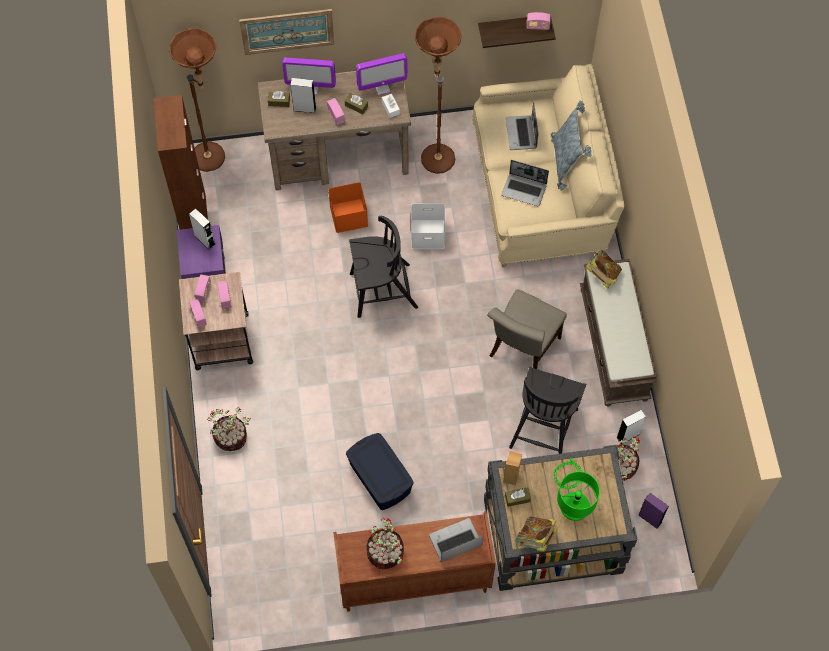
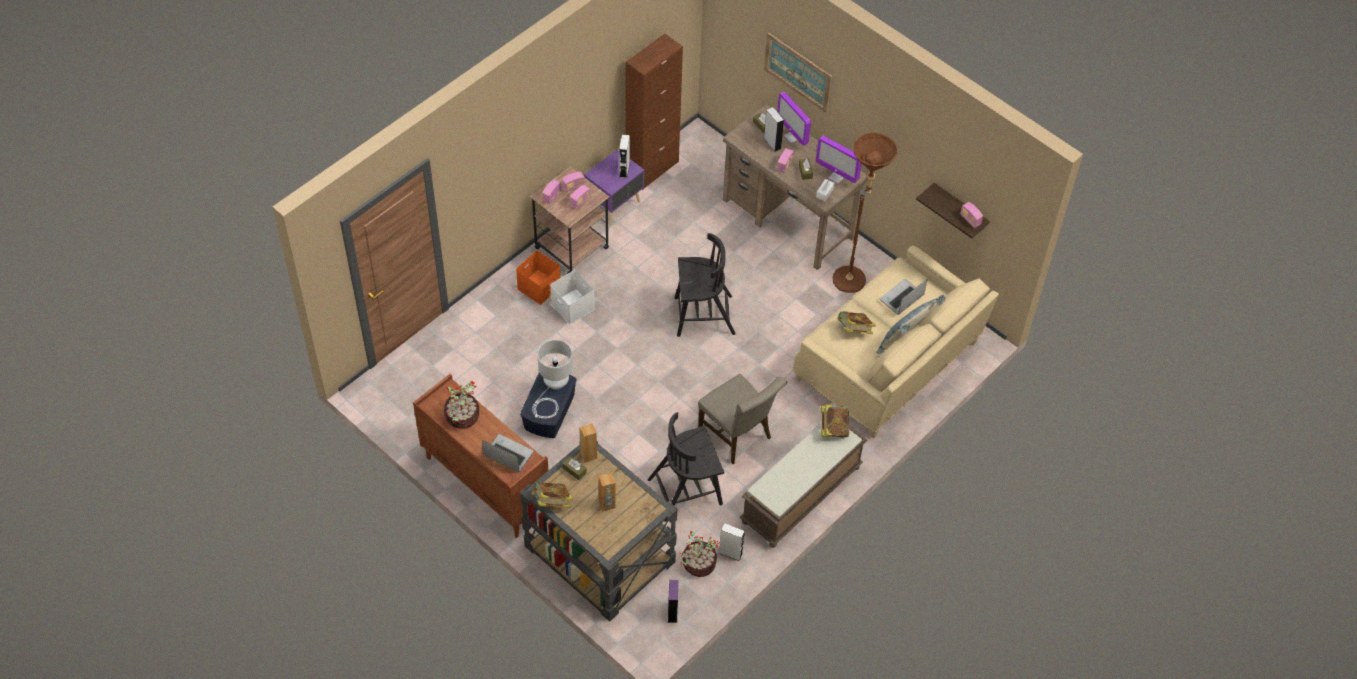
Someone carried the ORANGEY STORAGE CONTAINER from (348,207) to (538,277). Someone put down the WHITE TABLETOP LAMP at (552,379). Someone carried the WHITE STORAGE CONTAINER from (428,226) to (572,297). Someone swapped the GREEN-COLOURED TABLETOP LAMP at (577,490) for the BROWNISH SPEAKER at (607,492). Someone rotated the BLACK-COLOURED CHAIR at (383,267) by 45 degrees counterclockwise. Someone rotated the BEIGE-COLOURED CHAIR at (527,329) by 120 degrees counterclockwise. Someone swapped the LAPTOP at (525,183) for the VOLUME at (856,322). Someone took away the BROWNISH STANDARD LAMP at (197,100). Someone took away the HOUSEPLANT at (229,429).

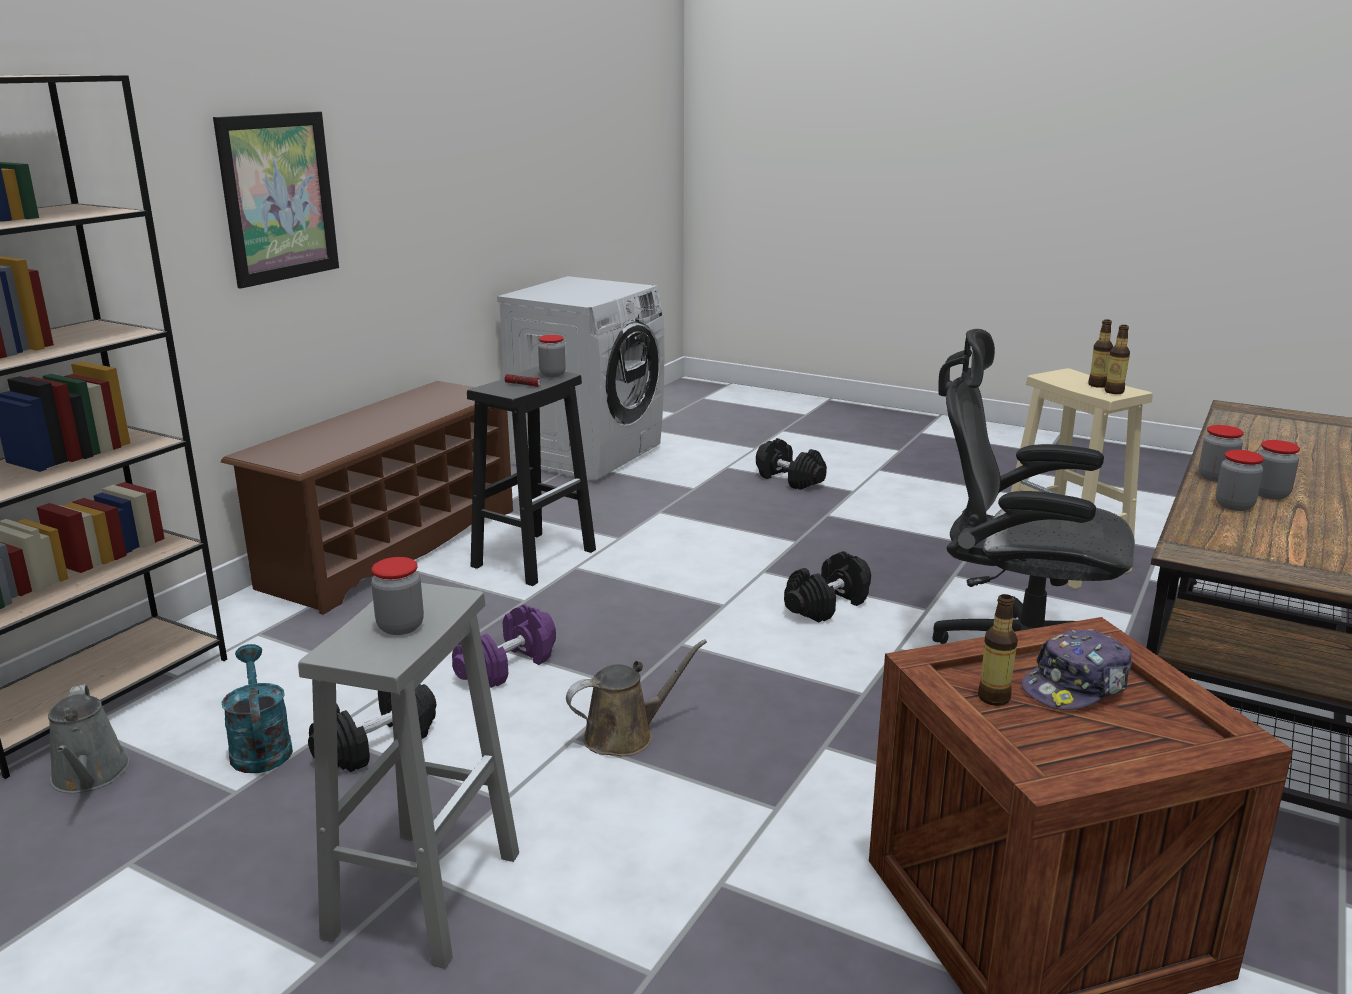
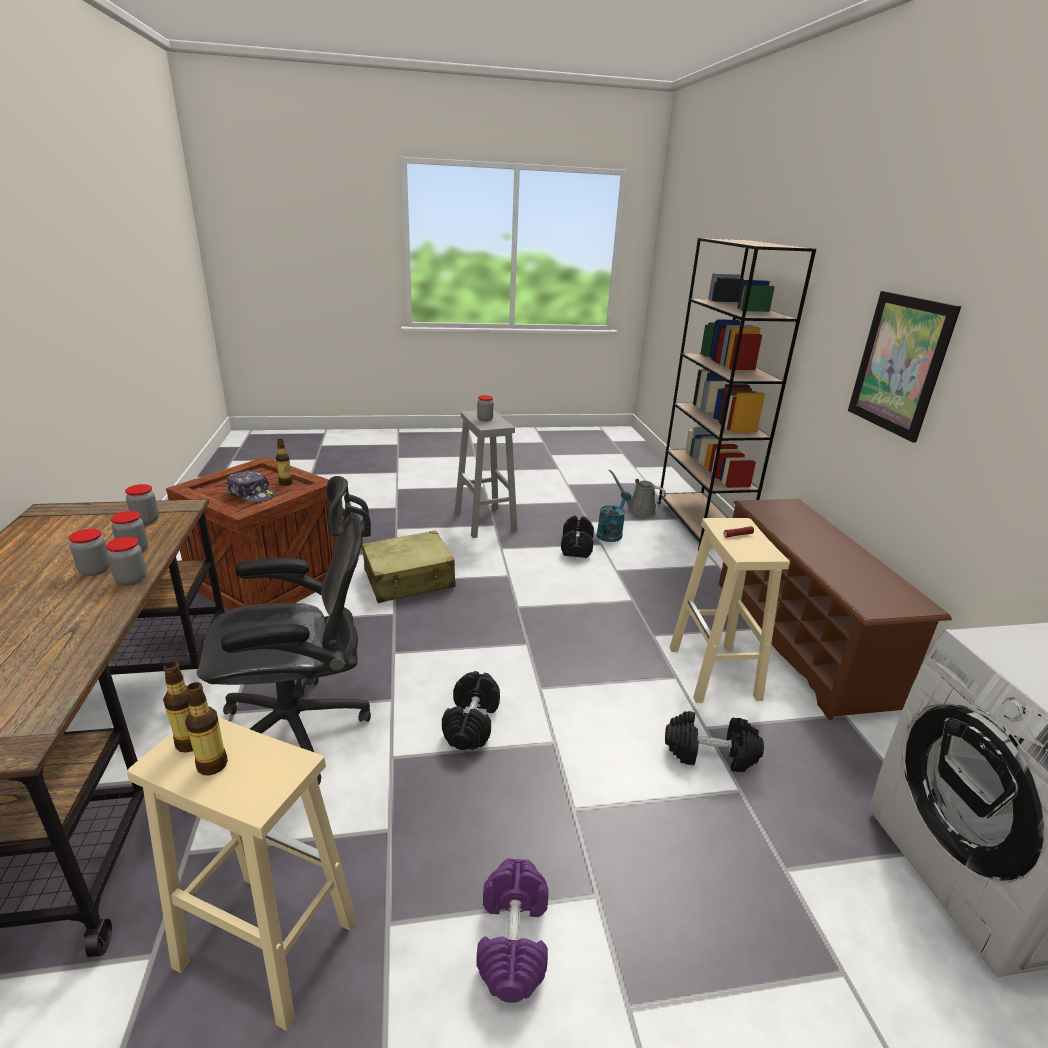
Someone carried the JAR from (552,356) to (142,504). Someone rotated the BASEBALL CAP at (1077,669) by 105 degrees clockwise. Someone put down the BEIGE-COLOURED PIECE OF LUGGAGE at (409,566). Someone carried the PURPLE FREE WEIGHT from (504,646) to (512,930). Someone rotated the TURQUOISE WATERING POT at (257,708) by 90 degrees counterclockwise. Someone carried the BLACK-COLOURED FREE WEIGHT from (791,464) to (714,741). Someone repainted the BLACK-COLOURED STOOL at (531,476), which became the BEIGE-COLOURED STOOL at (730,610). Someone took away the BROWNISH WATERING POT at (636,697).

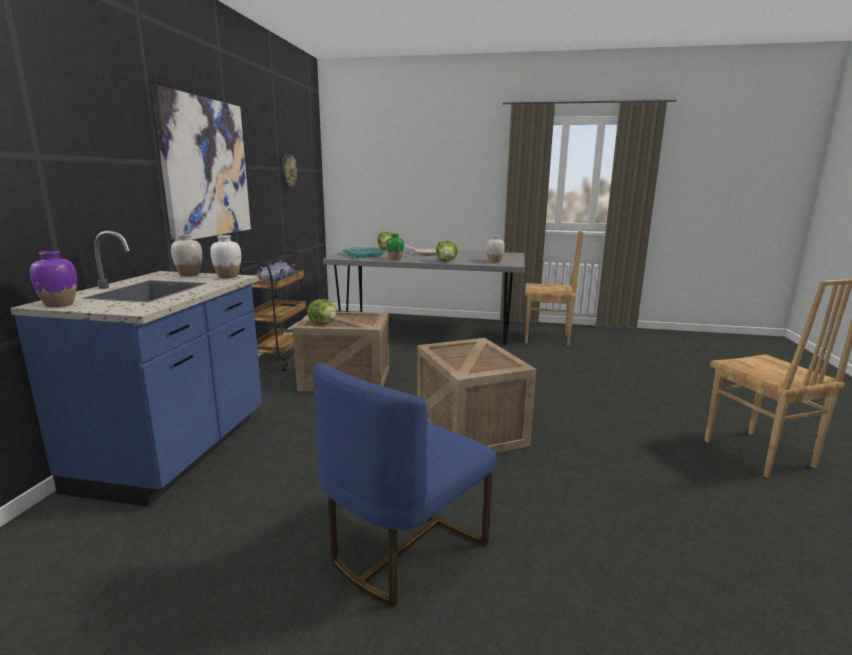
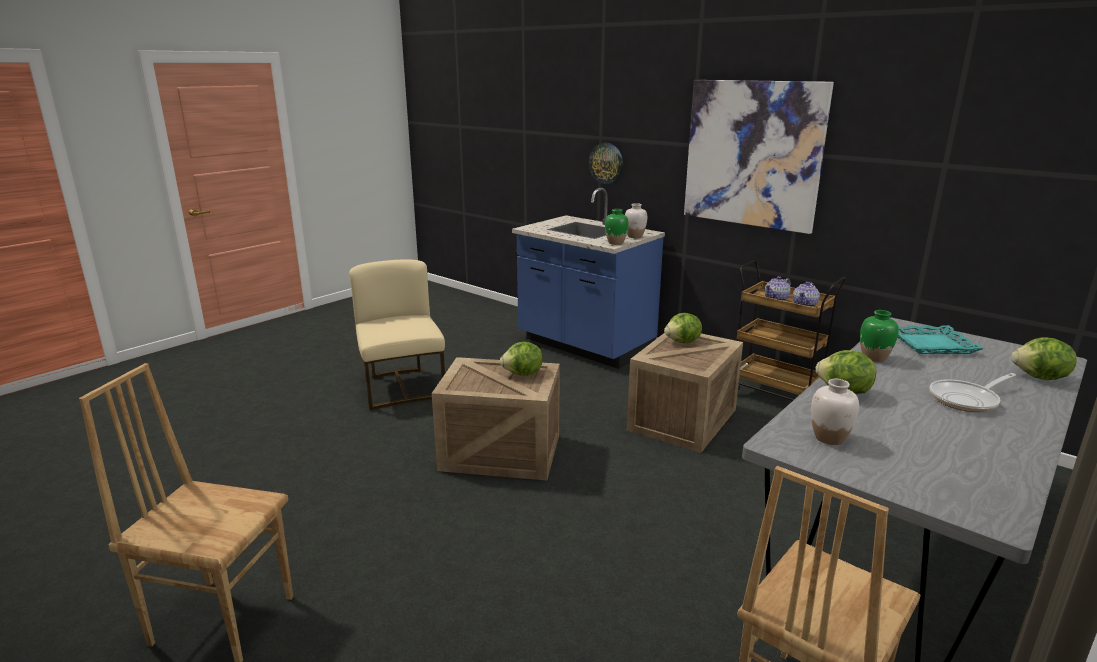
Someone repainted the BLUE-COLOURED CHAIR at (404,484), which became the BEIGE-COLOURED CHAIR at (397,335). Someone put down the HEAD OF LETTUCE at (521,359). Someone carried the CLOCK ON THE WALL from (289,171) to (606,163). Someone repainted the WHITE FLOWER VASE at (225,256), which became the GREEN-COLOURED FLOWER VASE at (617,227). Someone took away the PURPLE FLOWER VASE at (53,279).

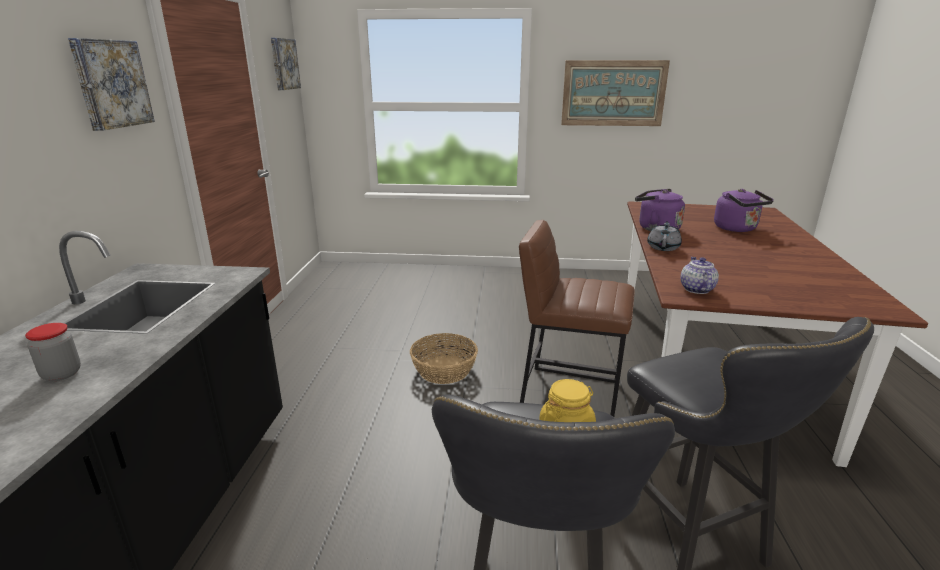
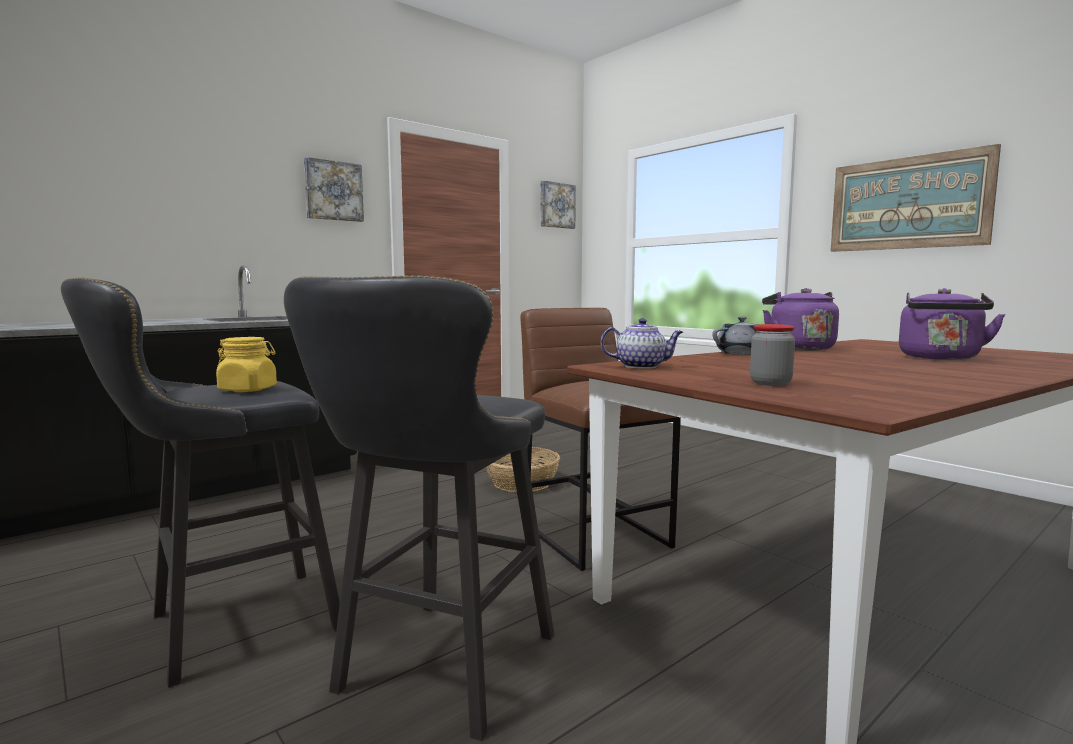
Someone rotated the TEAPOT at (699,275) by 45 degrees clockwise. Someone carried the JAR from (53,352) to (772,355).

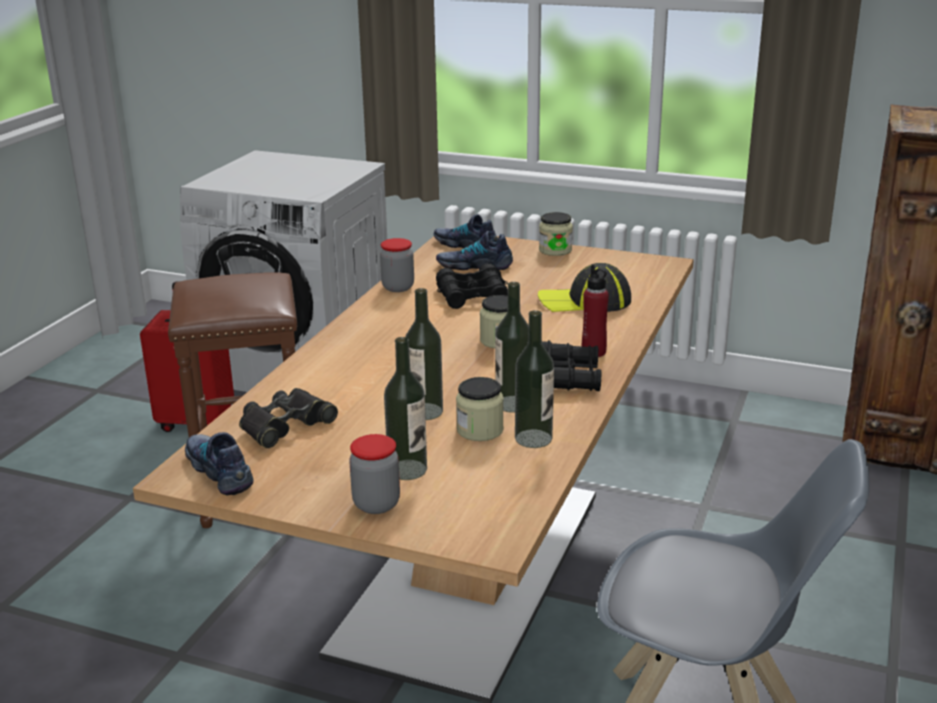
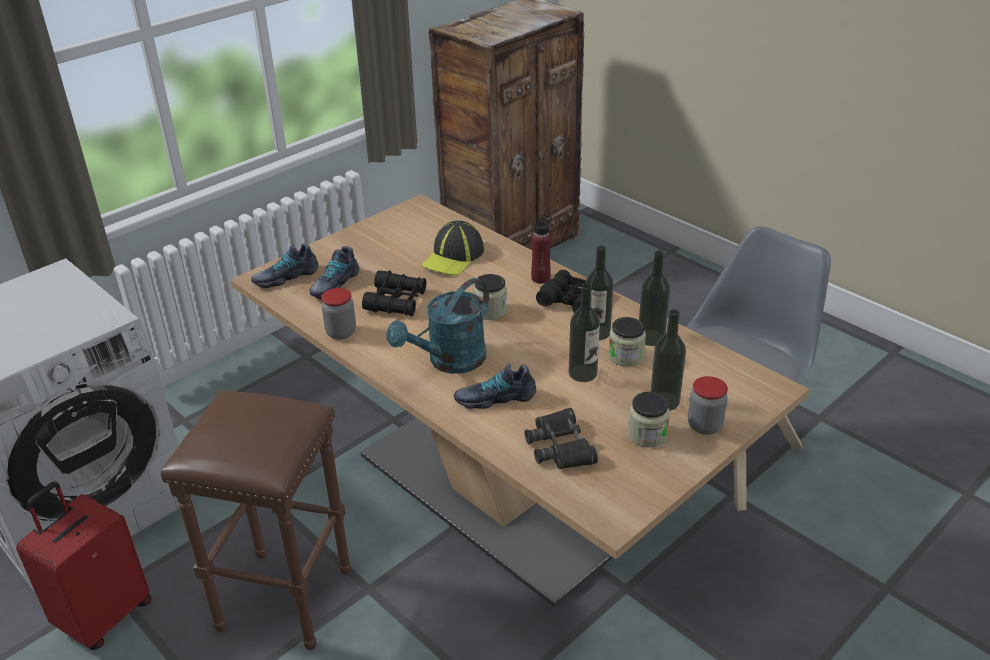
Someone put down the TURQUOISE WATERING POT at (438,326). Someone carried the ITEM OF FOOTWEAR from (219,464) to (495,386). Someone carried the JAR from (556,234) to (649,419).

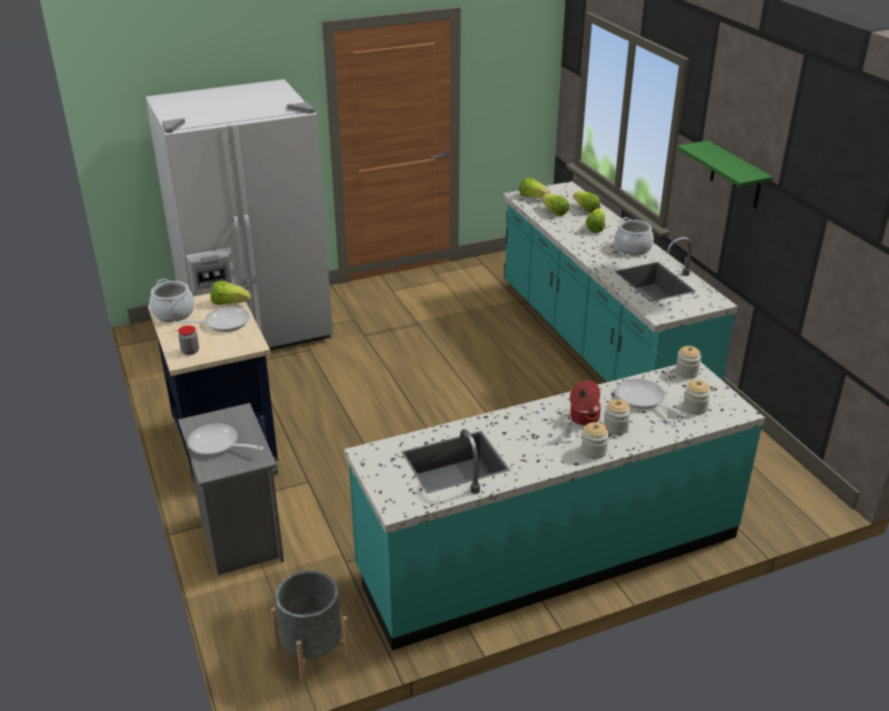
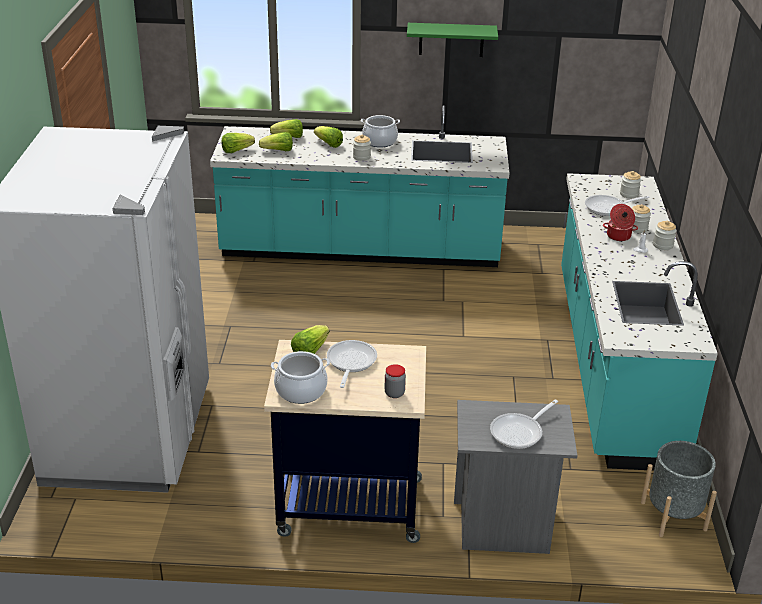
Someone carried the JAR from (688,362) to (362,148).

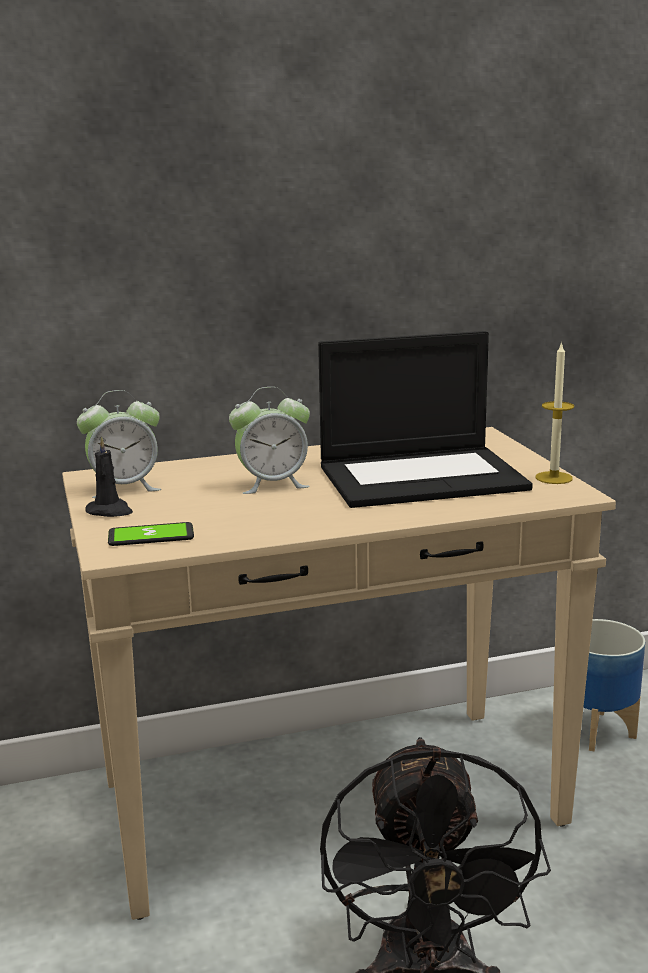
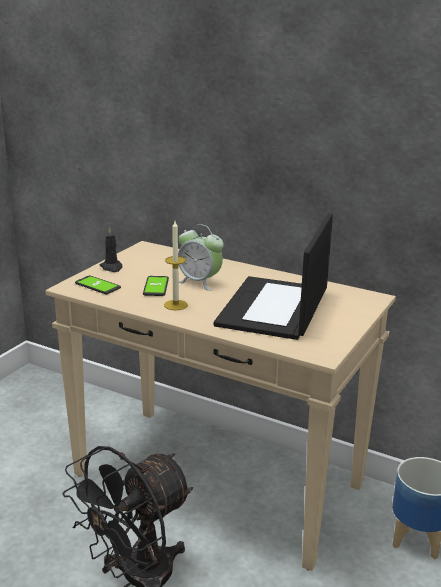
Someone put down the HANDSET at (156,286). Someone carried the CANDLE from (554,412) to (176,265). Someone rotated the LAPTOP at (425,419) by 75 degrees clockwise. Someone took away the ALARM CLOCK at (119,444).

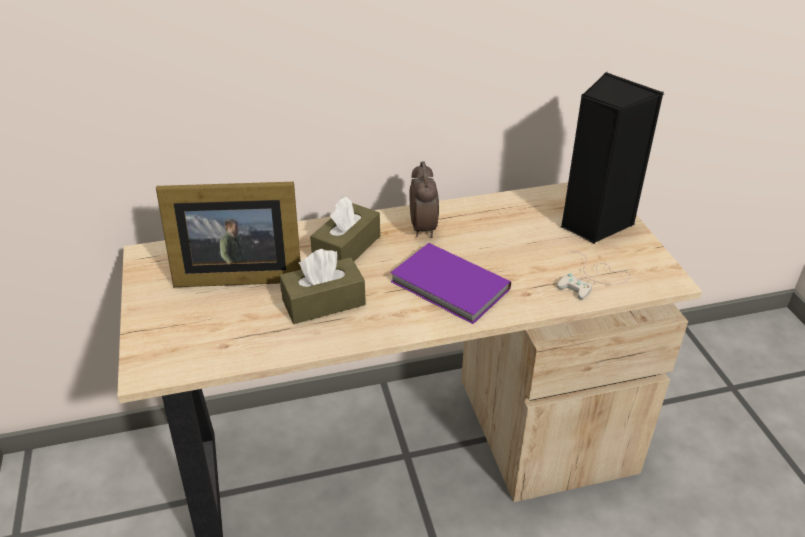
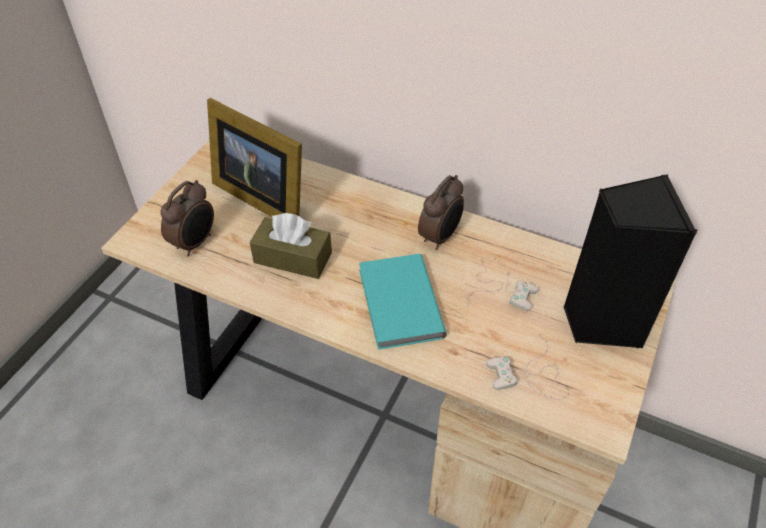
Someone put down the ALARM CLOCK at (187,218). Someone repainted the PURPLE VOLUME at (450,283), which became the TURQUOISE VOLUME at (403,302). Someone put down the WHITE GAMEPAD at (502,284). Someone took away the BROWNISH TISSUE BOX at (345,229).

